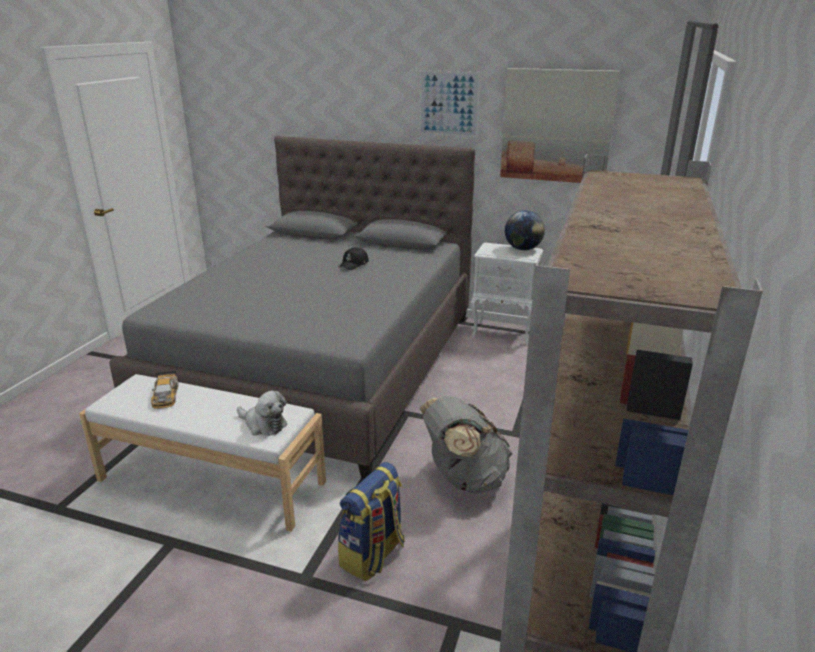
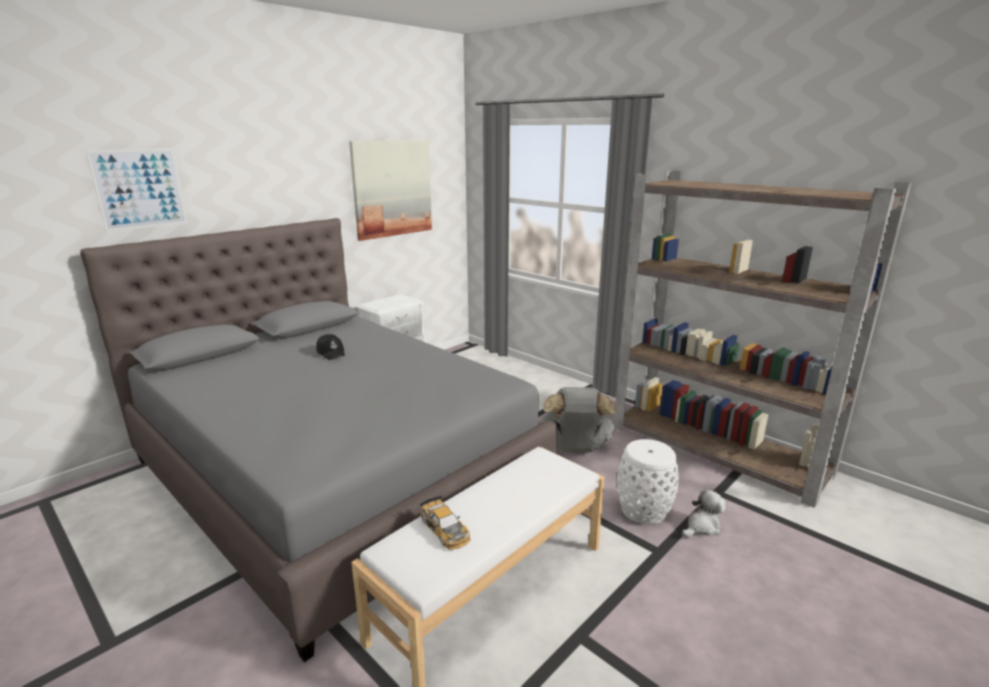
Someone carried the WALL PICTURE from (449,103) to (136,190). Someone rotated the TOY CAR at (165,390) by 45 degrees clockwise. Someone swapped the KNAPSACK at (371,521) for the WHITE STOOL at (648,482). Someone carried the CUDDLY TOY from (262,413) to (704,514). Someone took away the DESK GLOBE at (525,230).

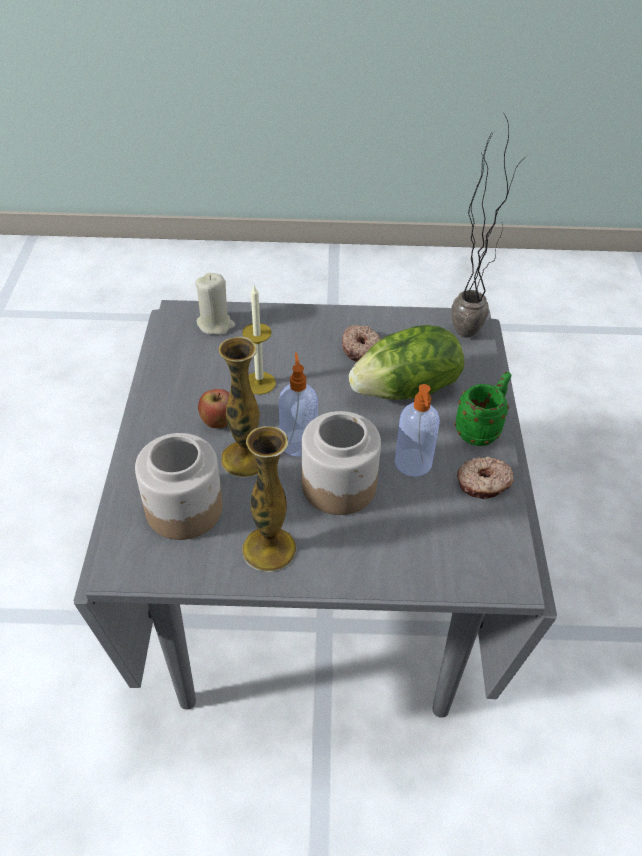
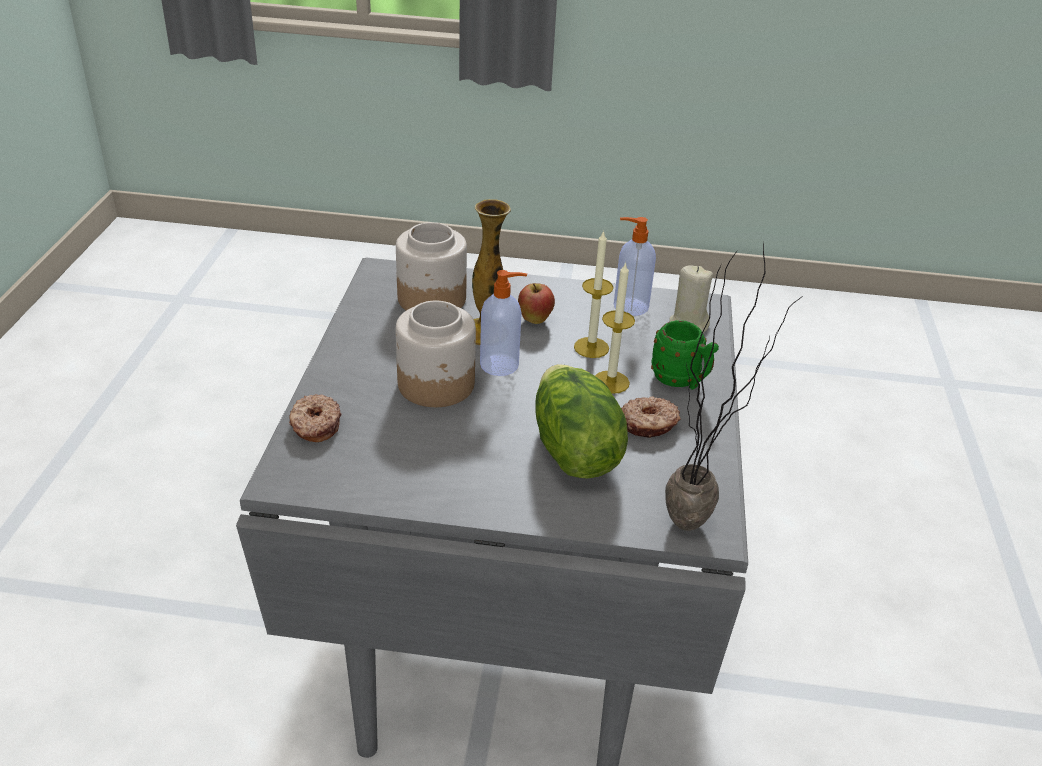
Someone carried the RING DOUGHNUT from (485,477) to (315,418). Someone put down the CANDLE at (615,328). Someone carried the SOAP BOTTLE from (417,430) to (635,266). Someone carried the GREEN-COLOURED TEA MUG from (483,408) to (685,355). Someone took away the FLOWER VASE at (269,499).

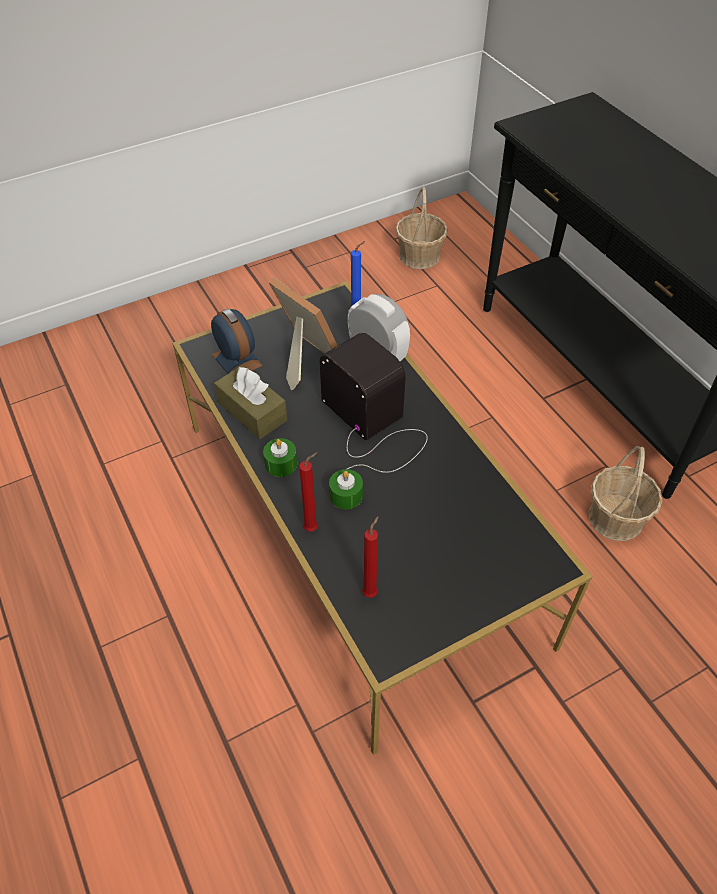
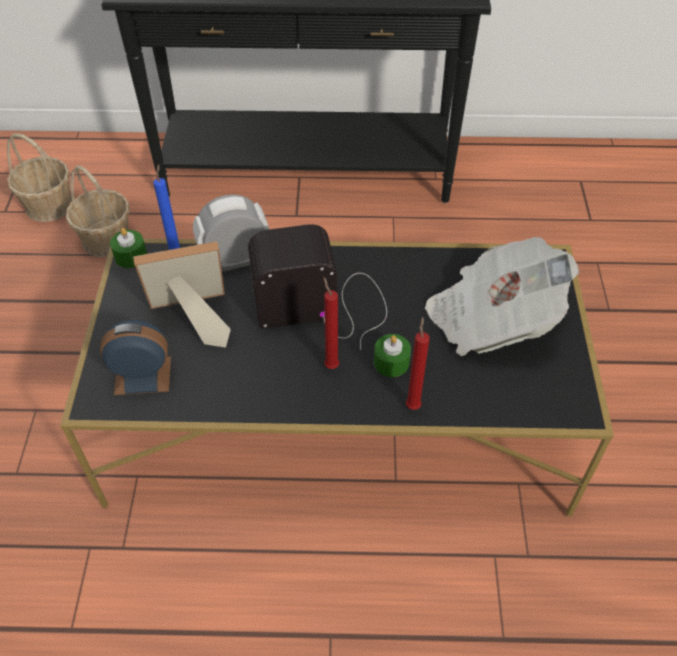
Someone carried the BASKET from (625,493) to (97,211). Someone carried the GREEN-COLOURED CANDLE from (280,457) to (128,248). Someone carried the REDDISH CANDLE from (370,557) to (331,323). Someone put down the NEWSPAPER at (502,296). Someone took away the BROWNISH TISSUE BOX at (251,402).

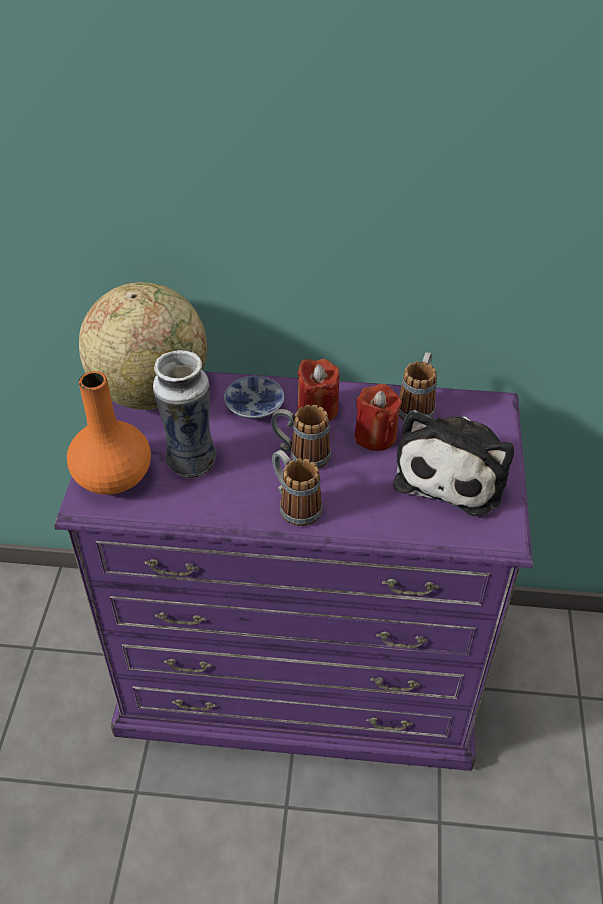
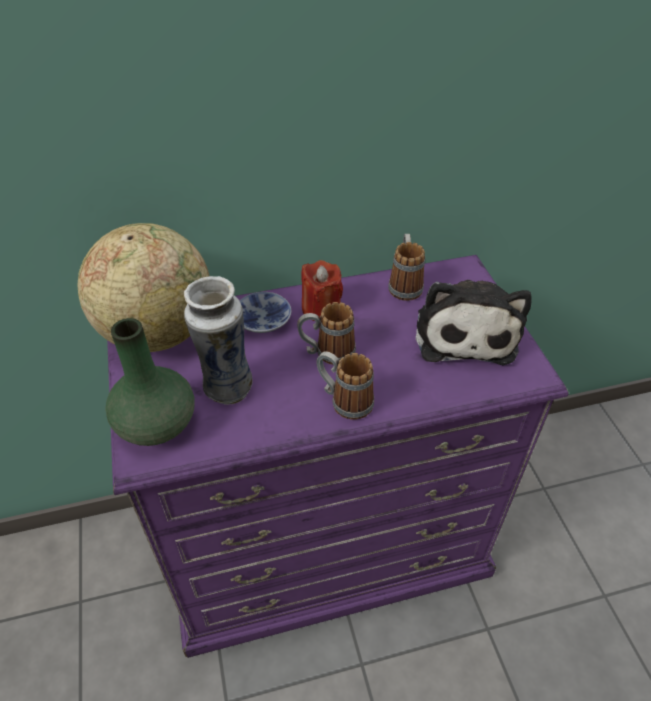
Someone repainted the ORANGEY FLOWER VASE at (109,432), which became the GREEN-COLOURED FLOWER VASE at (149,382). Someone took away the REDDISH CANDLE at (378,417).

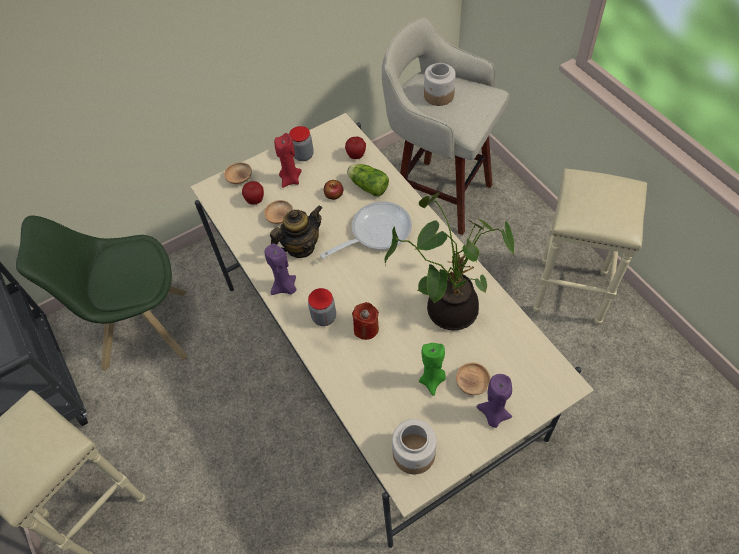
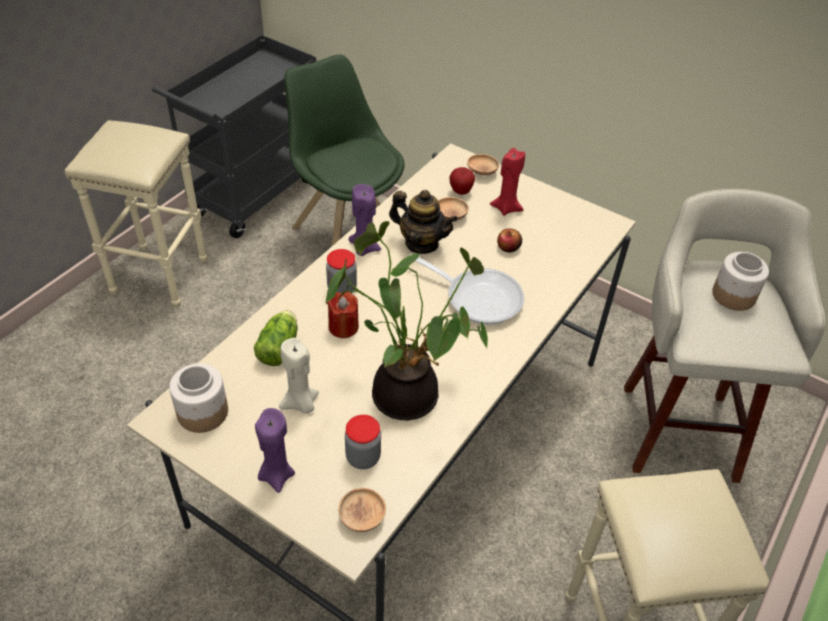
Someone carried the HEAD OF LETTUCE from (368,180) to (275,338). Someone repainted the GREEN-COLOURED CANDLE at (432,369), which became the BEIGE-COLOURED CANDLE at (299,376). Someone carried the BROWNISH DEEP DISH from (473,378) to (362,510). Someone carried the JAR from (301,143) to (363,442). Someone took away the APPLE at (355,148).

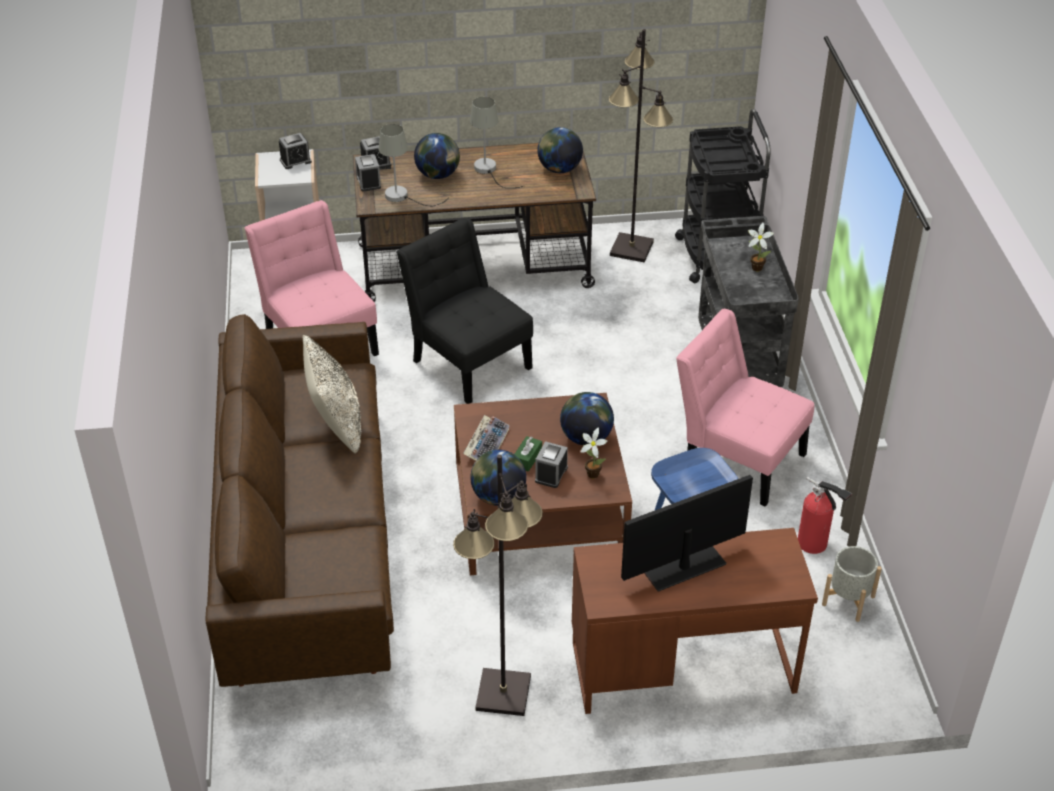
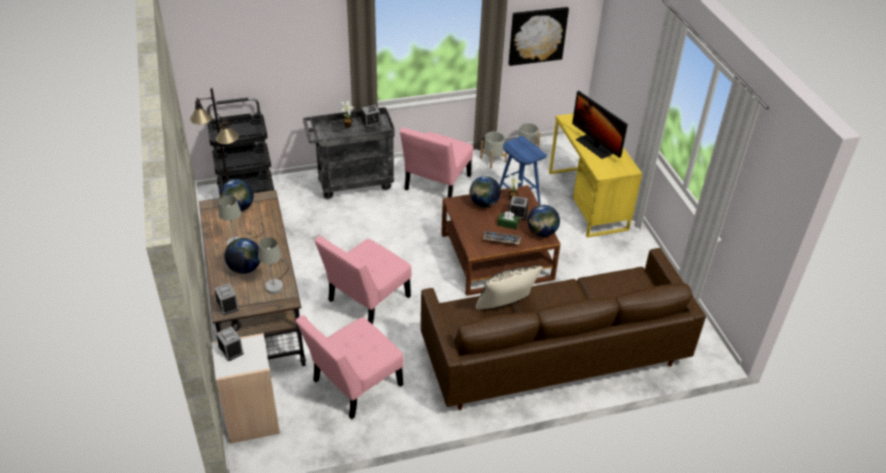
Someone repainted the BLACK-COLOURED CHAIR at (464,310), which became the PINK CHAIR at (363,280). Someone carried the ALARM CLOCK from (368,173) to (371,116). Someone swapped the FIRE EXTINGUISHER at (825,515) for the GREY FLOWER POT at (493,149). Someone put up the WALL PICTURE at (538,36). Someone repainted the BROWNISH DESK UNIT at (695,621), which became the YELLOWISH DESK UNIT at (595,175). Someone took away the BLACK-COLOURED STANDARD LAMP at (498,585).

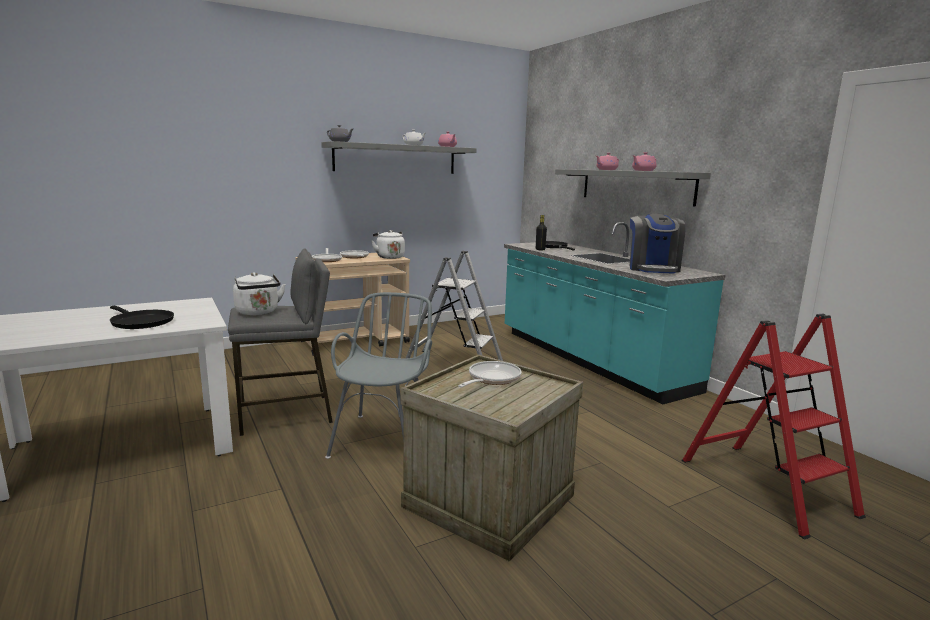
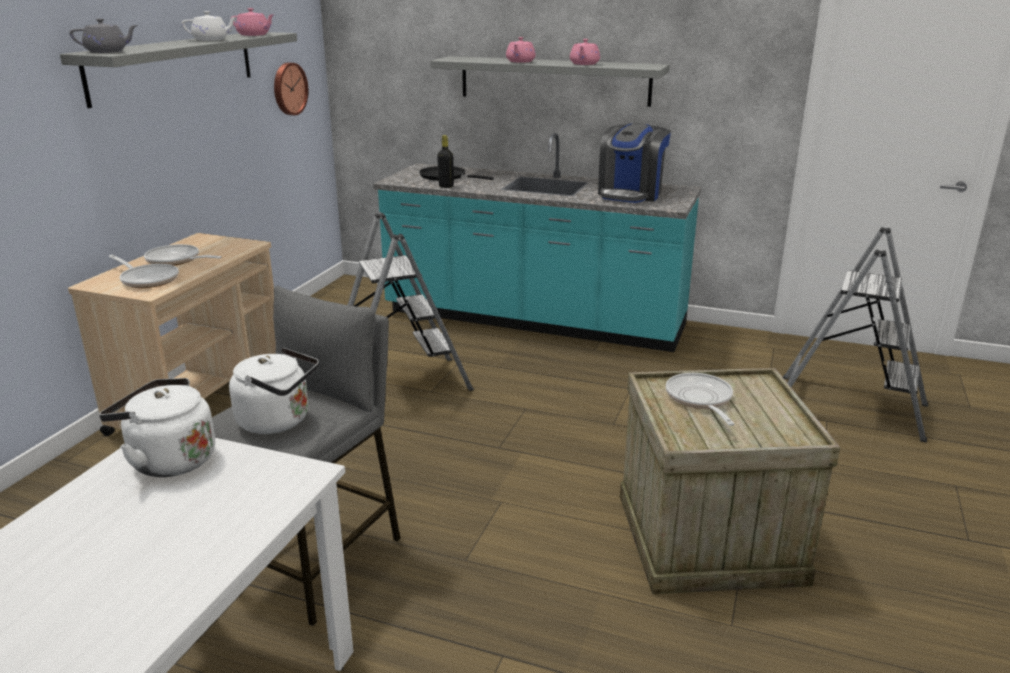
Someone carried the WHITE TEA KETTLE from (388,244) to (157,427). Someone put up the CLOCK ON THE WALL at (291,89). Someone rotated the COFFEE MAKER at (658,243) by 60 degrees clockwise. Someone repainted the REDDISH STEP STOOL at (773,426), which became the GREY STEP STOOL at (855,335). Someone took away the BLACK-COLOURED PAN at (142,317). Someone took away the GREY CHAIR at (378,375).

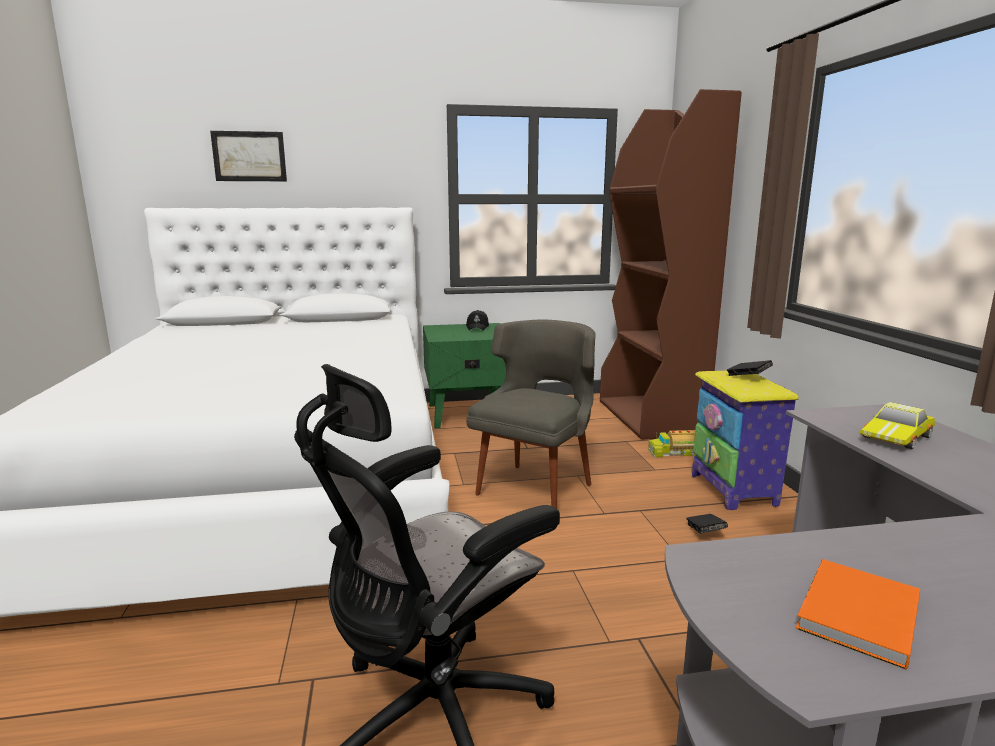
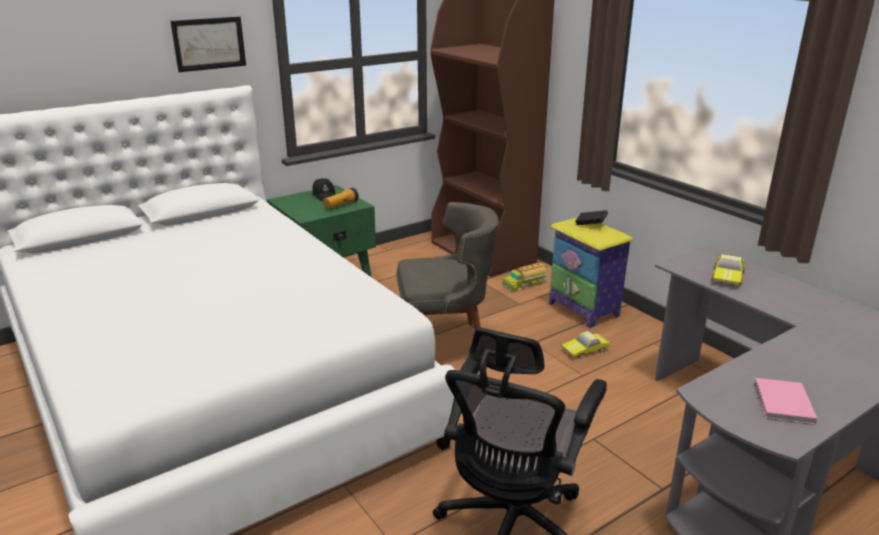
Someone carried the WALL PICTURE from (248,156) to (208,44). Someone put down the HAND TORCH at (341,198). Someone rotated the GREY CHAIR at (531,414) by 75 degrees clockwise. Someone swapped the BLACK-COLOURED VOLUME at (707,524) for the TOY CAR at (585,345). Someone repainted the ORANGEY VOLUME at (858,614), which became the PINK VOLUME at (785,401).

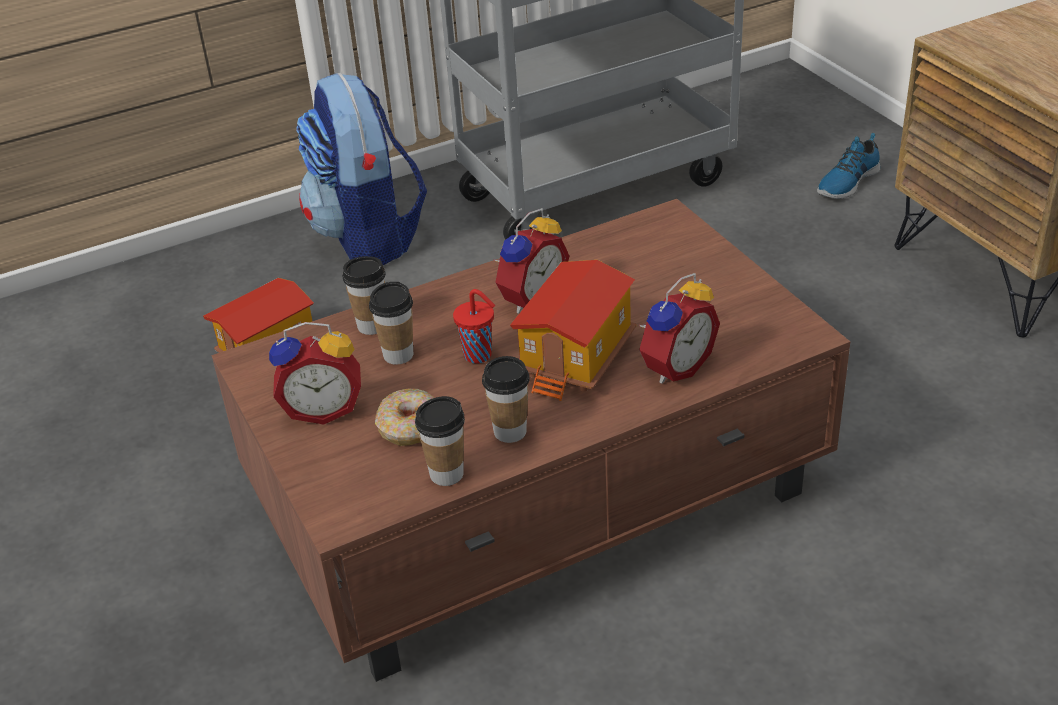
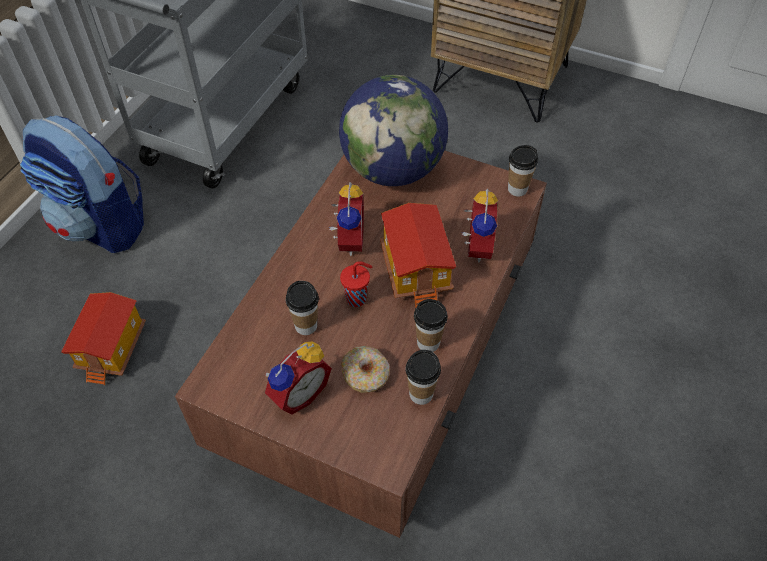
Someone put down the DESK GLOBE at (393,130). Someone carried the SMALL CUP from (363,295) to (523,171). Someone took away the ITEM OF FOOTWEAR at (848,166).

